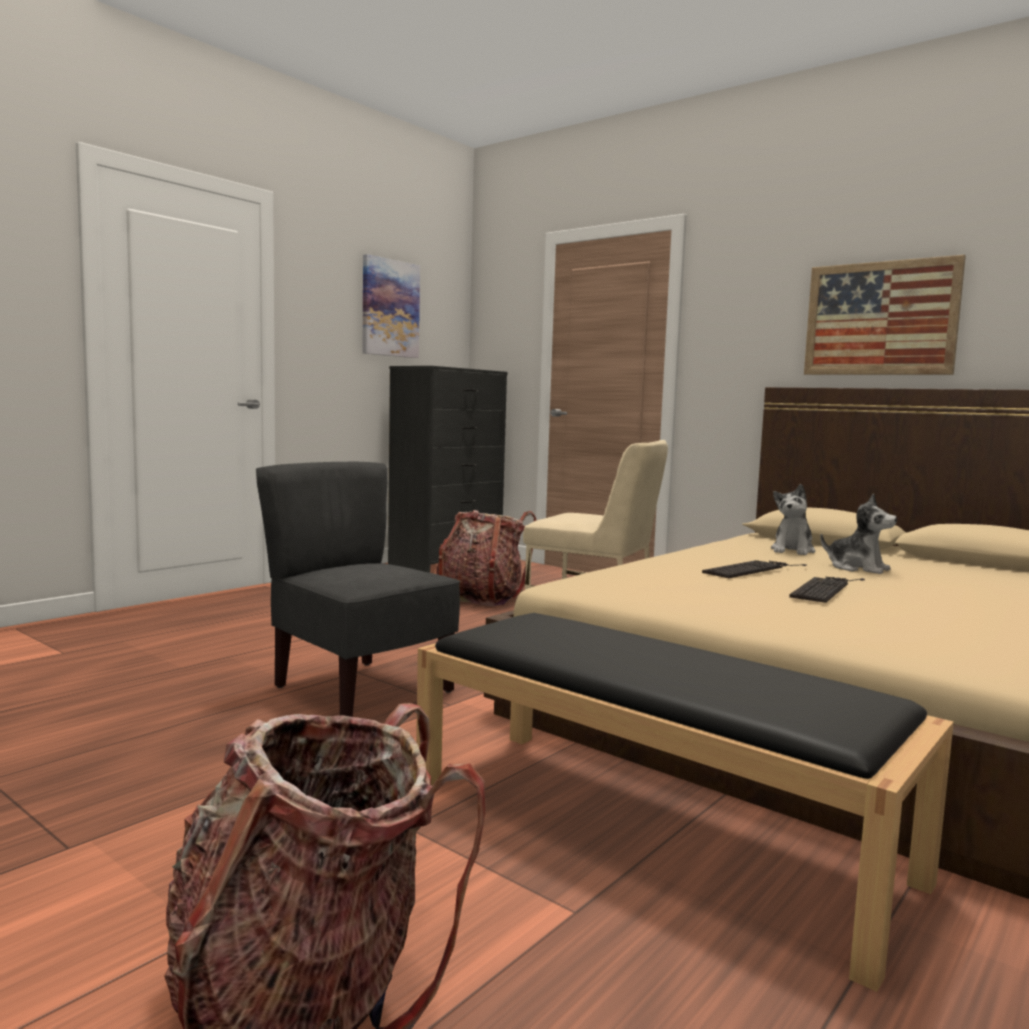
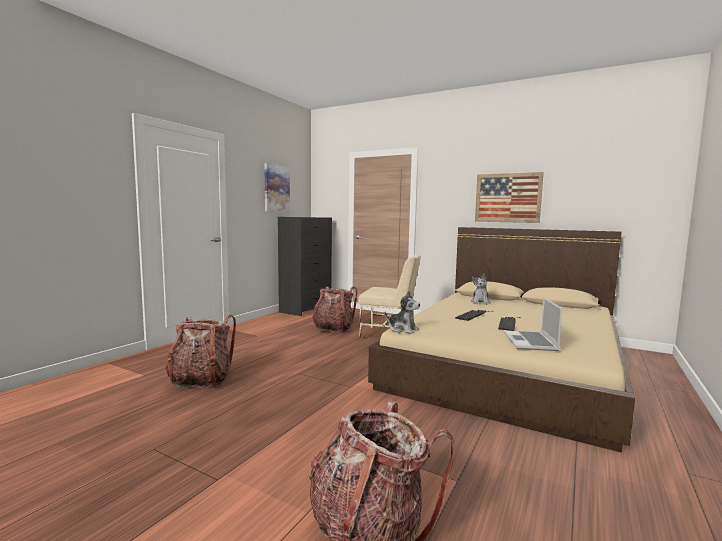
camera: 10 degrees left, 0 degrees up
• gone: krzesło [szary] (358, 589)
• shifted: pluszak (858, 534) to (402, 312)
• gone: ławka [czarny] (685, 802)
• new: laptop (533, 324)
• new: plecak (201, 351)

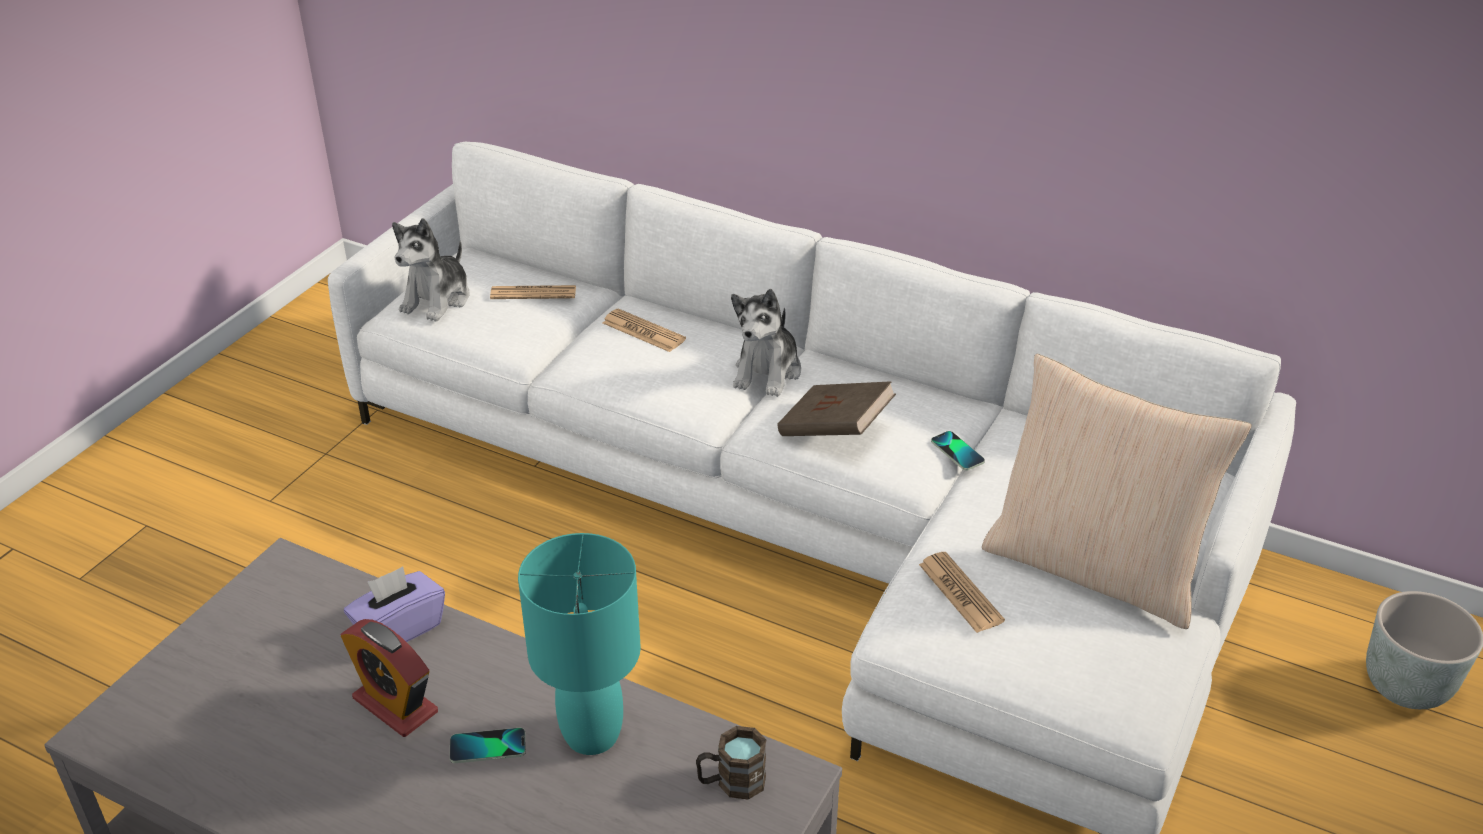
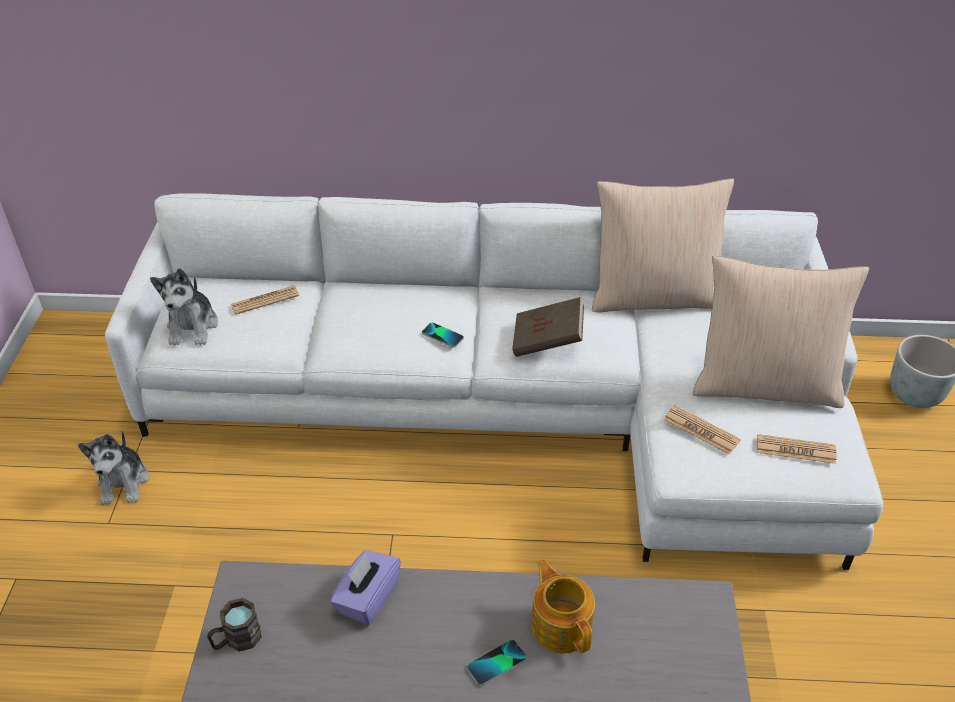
camera: 25 degrees left, 5 degrees up
• shifted: pluszak (766, 343) to (113, 468)
• shifted: gazeta (644, 330) to (797, 449)
• shifted: telefon (958, 451) to (443, 335)
• swapped: lampa stołowa [turkusowy] (579, 644) to imbryk (563, 606)
• gone: budzik (389, 678)
• shifted: kubek [brązowy] (731, 763) to (234, 625)
• new: poduszka [beżowy] (663, 245)

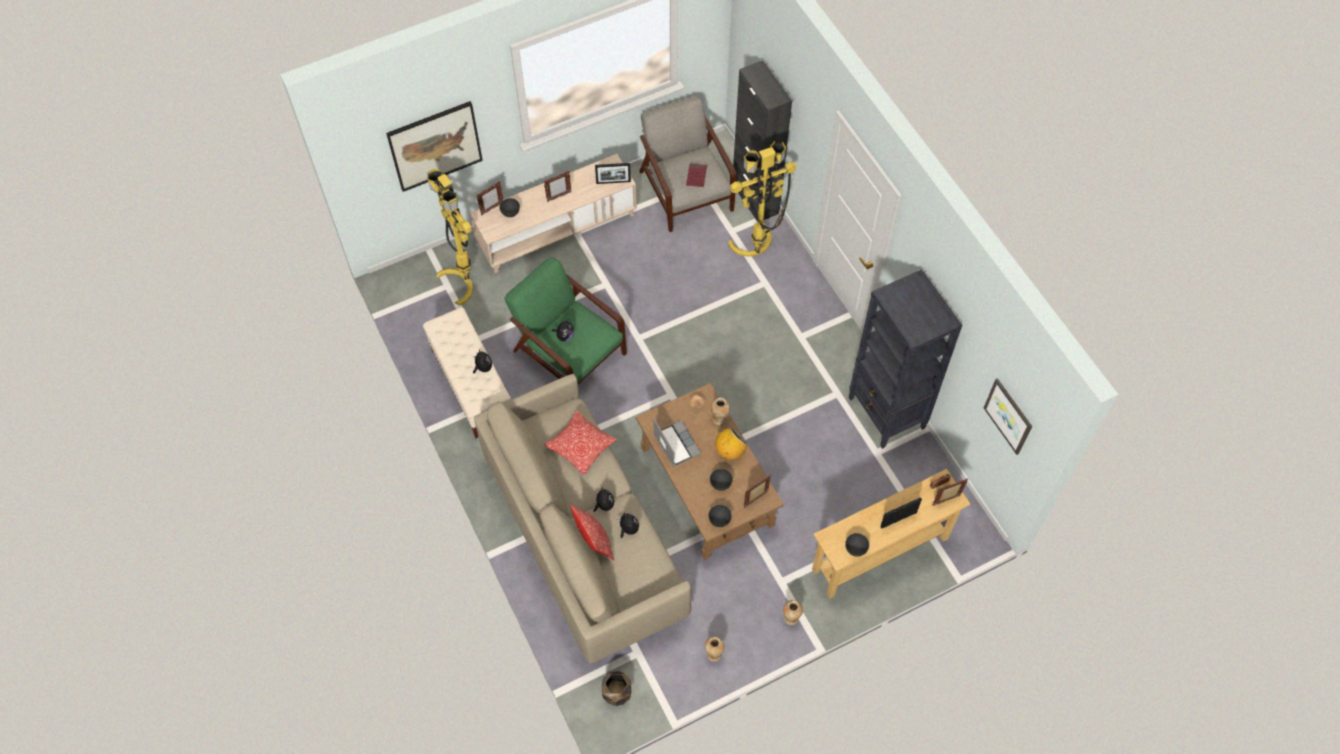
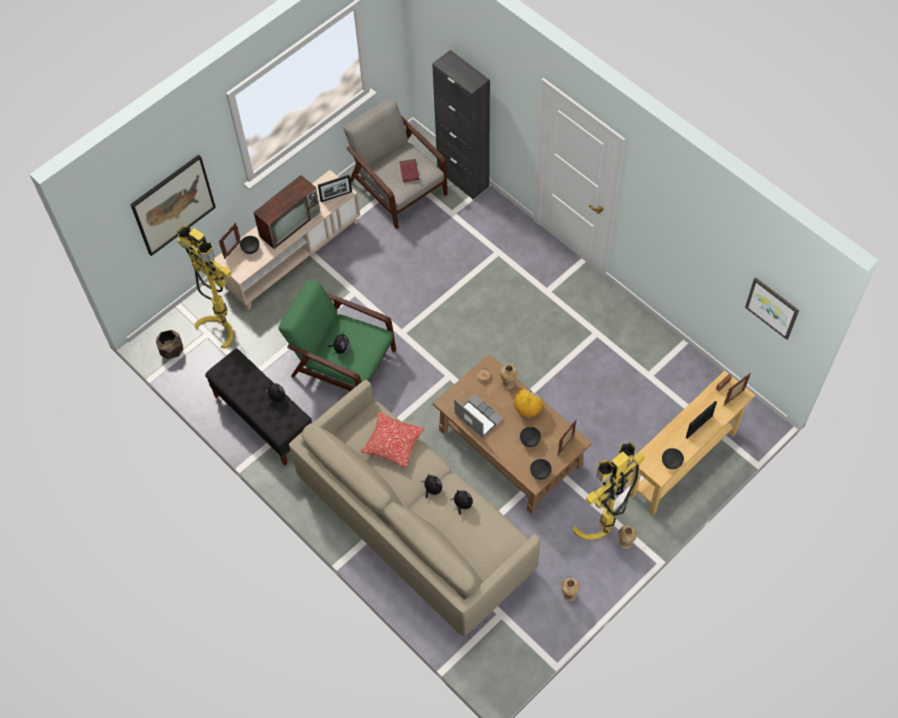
camera: 15 degrees left, 0 degrees up
• shifted: lampa stojąca [żółty] (762, 198) to (609, 490)
• swapped: ramka na zdjęcie (557, 186) to telewizor (286, 212)
• gone: regał [czarny] (905, 359)
• repainted: ławka [beżowy] (467, 372) to ławka [czarny] (258, 407)
• gone: poduszka (592, 531)
• shifted: donica [brązowy] (616, 688) to (169, 344)

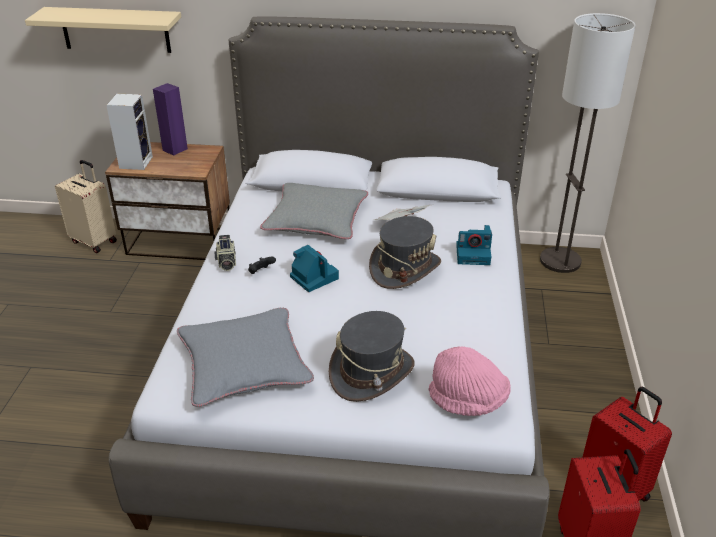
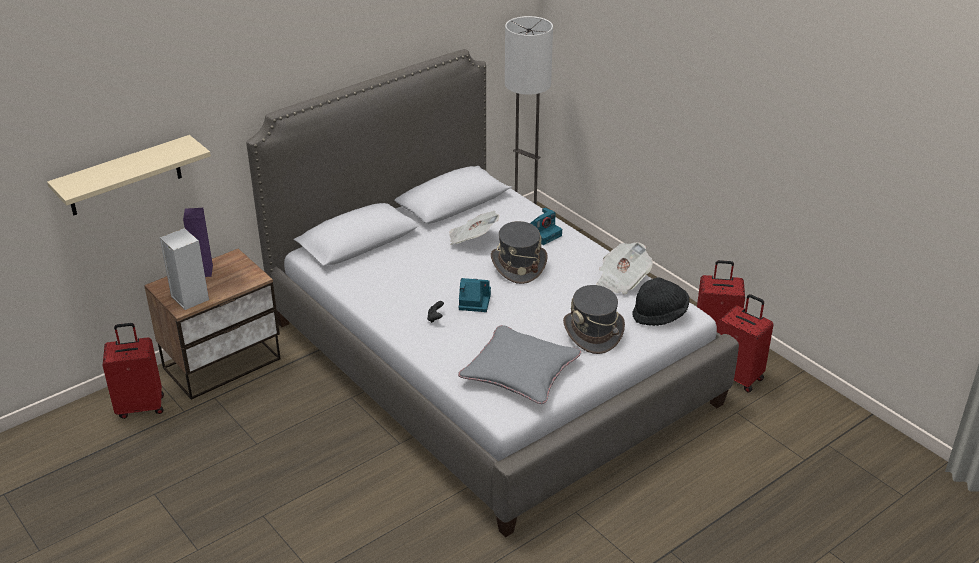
camera: 45 degrees left, 0 degrees up
• repainted: walizka [beżowy] (86, 206) to walizka [czerwony] (133, 371)
• gone: poduszka [szary] (314, 211)
• gone: aparat fotograficzny (225, 253)
• repainted: kapelusz [różowy] (469, 381) to kapelusz [czarny] (661, 302)
• new: gazeta (624, 268)

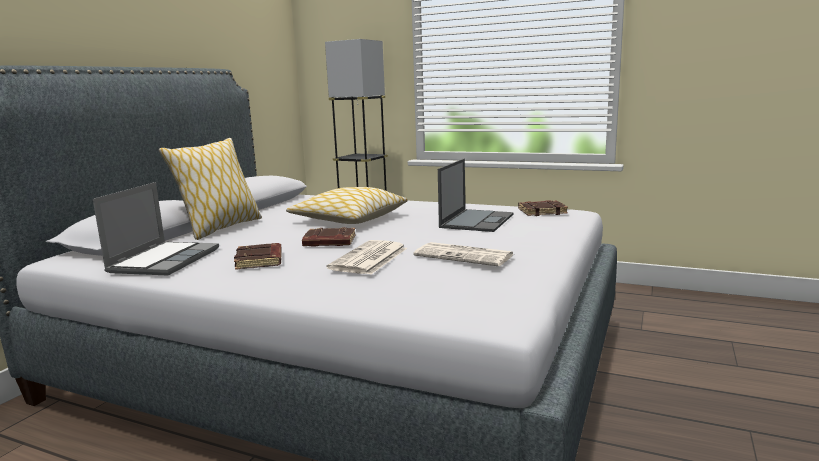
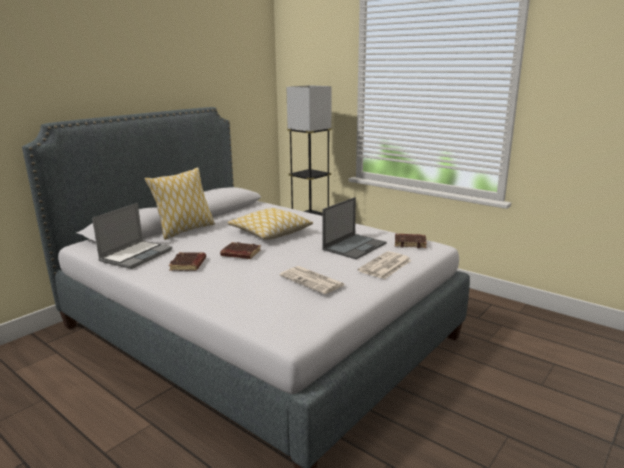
camera: 15 degrees right, 5 degrees up
• shifted: gazeta (367, 257) to (385, 265)

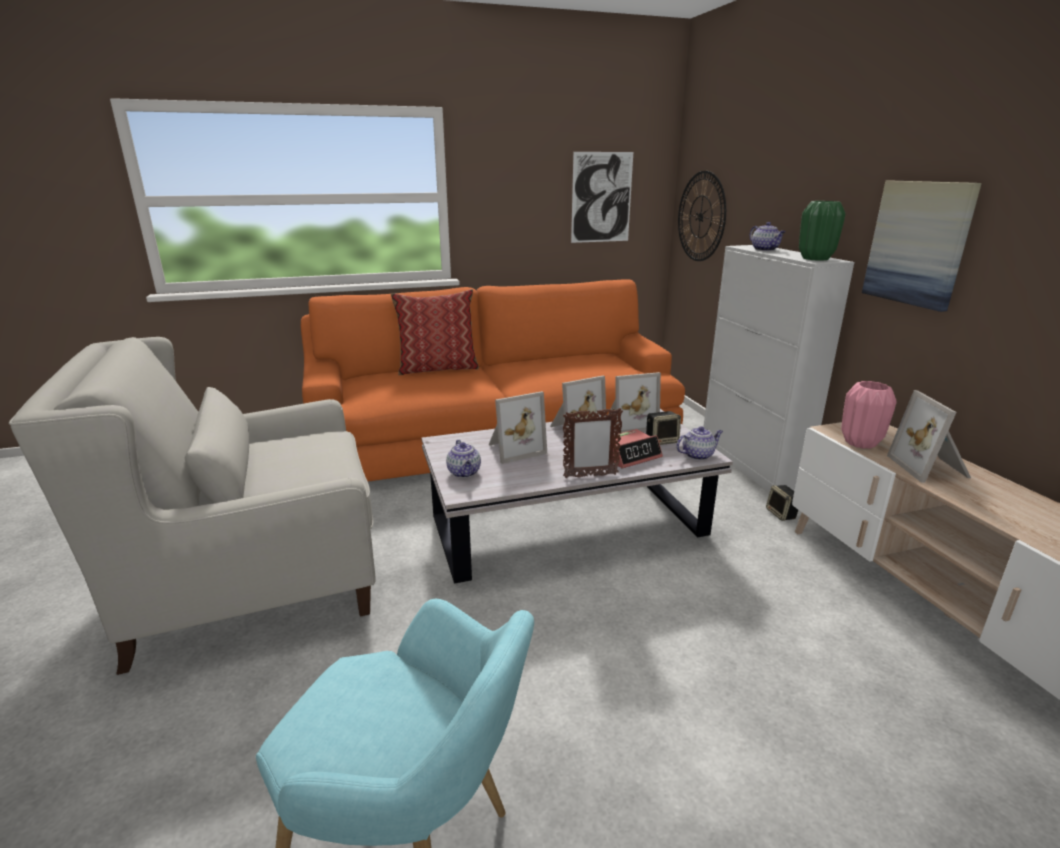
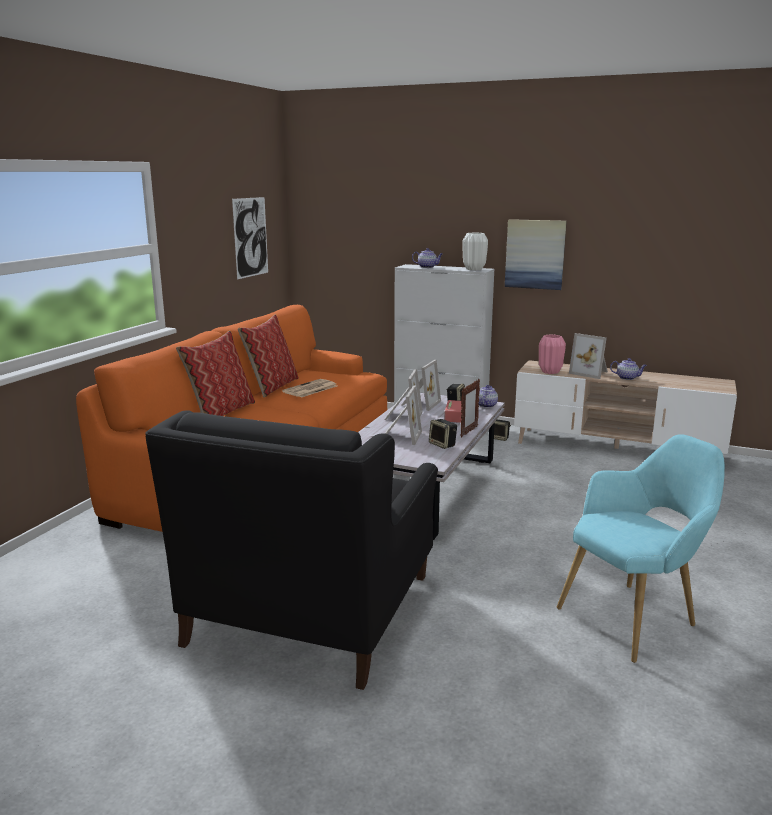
camera: 50 degrees left, 5 degrees down
• gone: zegar ścienny (702, 216)
• repainted: wazon [zielony] (822, 231) to wazon [biały] (475, 251)
• repainted: fotel [biały] (192, 506) to fotel [czarny] (291, 550)
• shifted: imbryk (463, 459) to (628, 369)
• new: poduszka (268, 356)
• new: gazeta (309, 388)
• new: głośnik (443, 434)

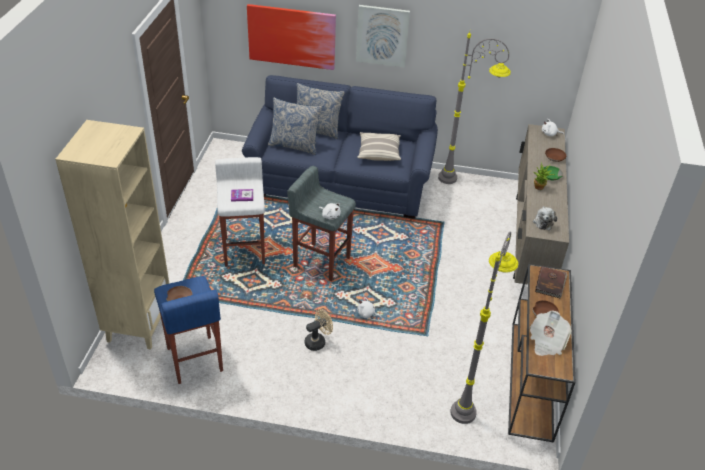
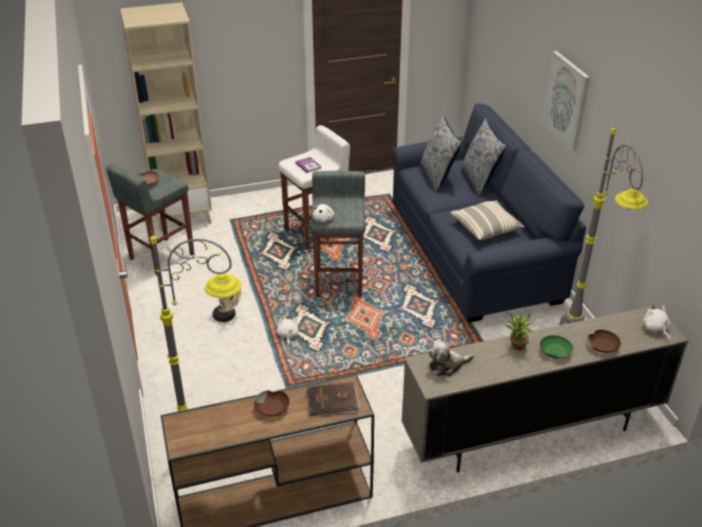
camera: 65 degrees right, 5 degrees down
• gone: obraz (291, 37)
• repainted: stołek [niebieski] (188, 330) to stołek [szary] (150, 219)
• gone: gazeta (551, 333)

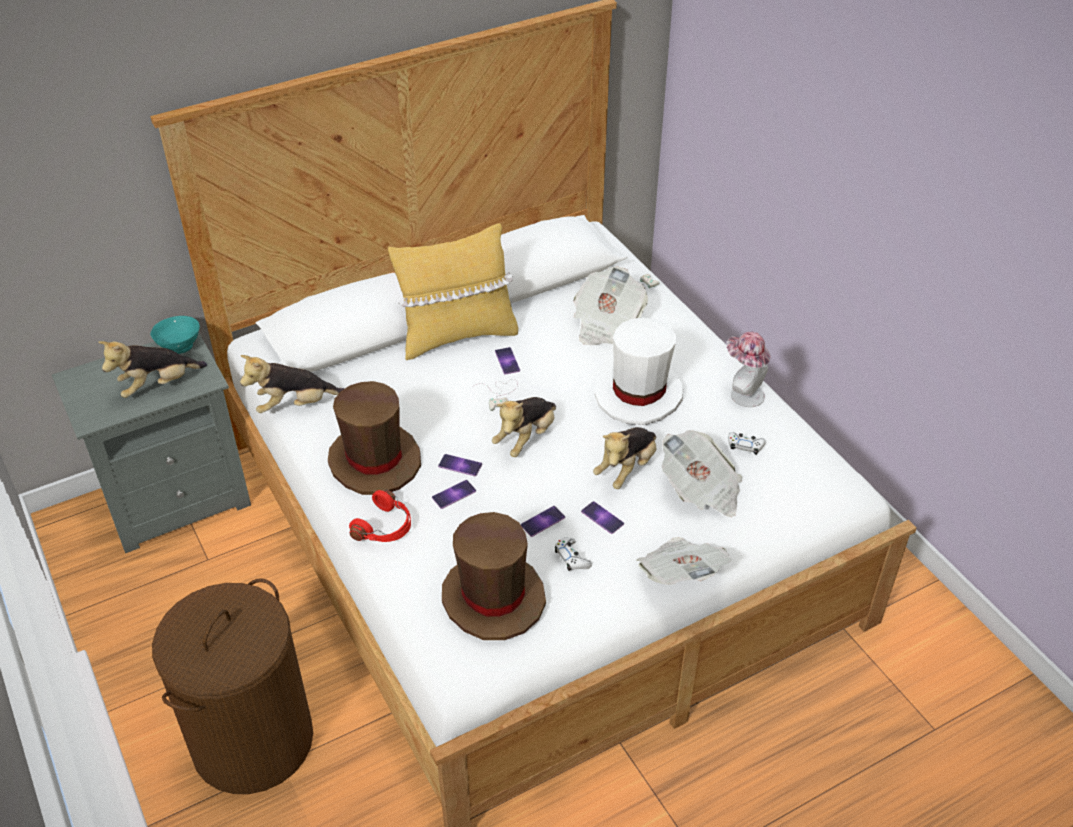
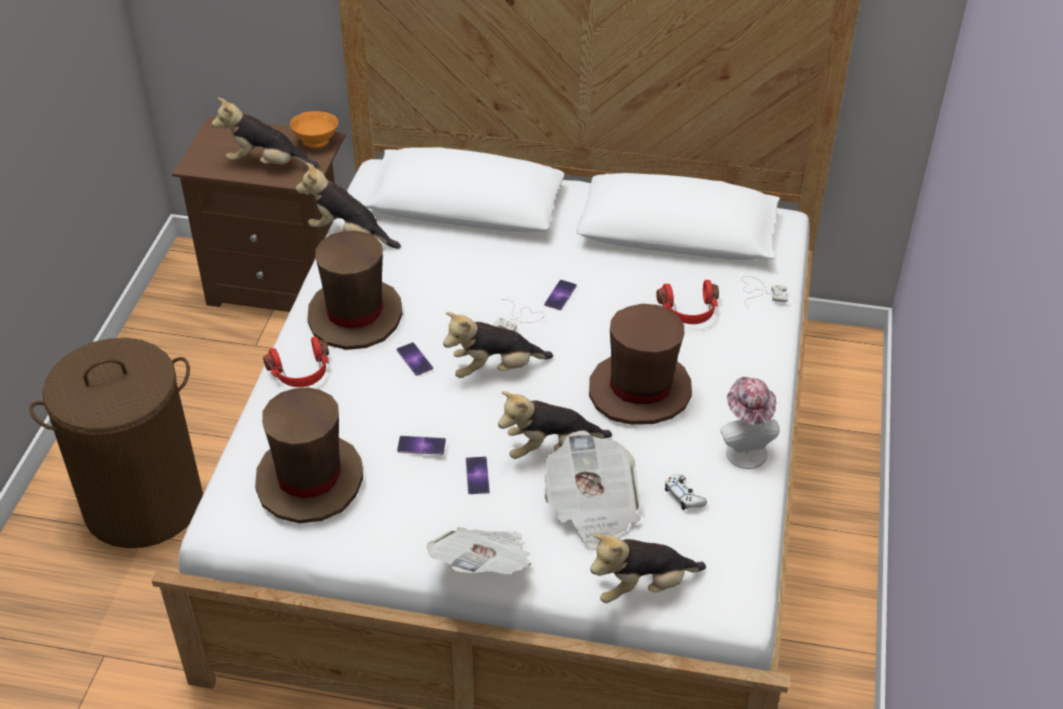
camera: 40 degrees right, 0 degrees up
• gone: poduszka [żółty] (453, 291)
• swapped: gazeta (610, 305) to słuchawki [czerwony] (687, 302)
• repainted: miska [turkusowy] (175, 335) to miska [pomarańczowy] (314, 129)
• repainted: kapelusz [biały] (638, 371) to kapelusz [brązowy] (640, 364)
• repainted: szafka nocna [szary] (151, 442) to szafka nocna [brązowy] (258, 214)
• gone: telefon (454, 494)
• gone: pad do gier [biały] (573, 554)
• new: pluszak (648, 568)

